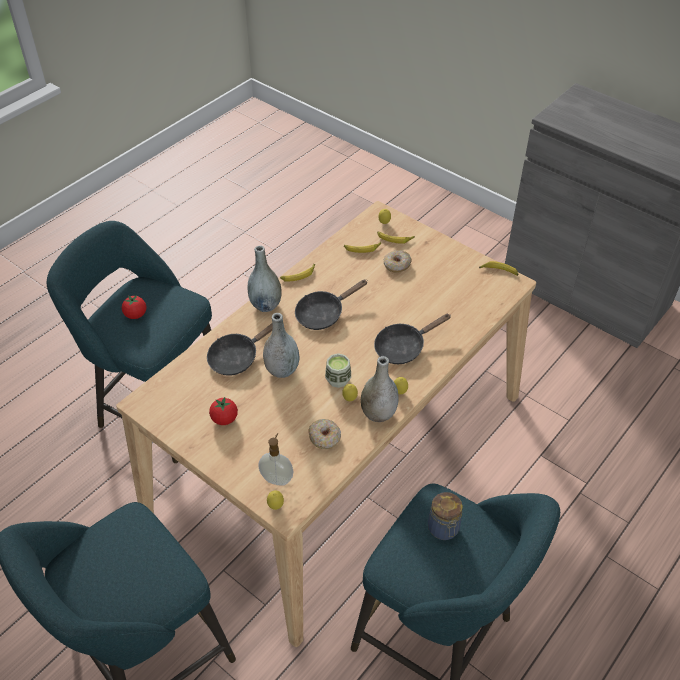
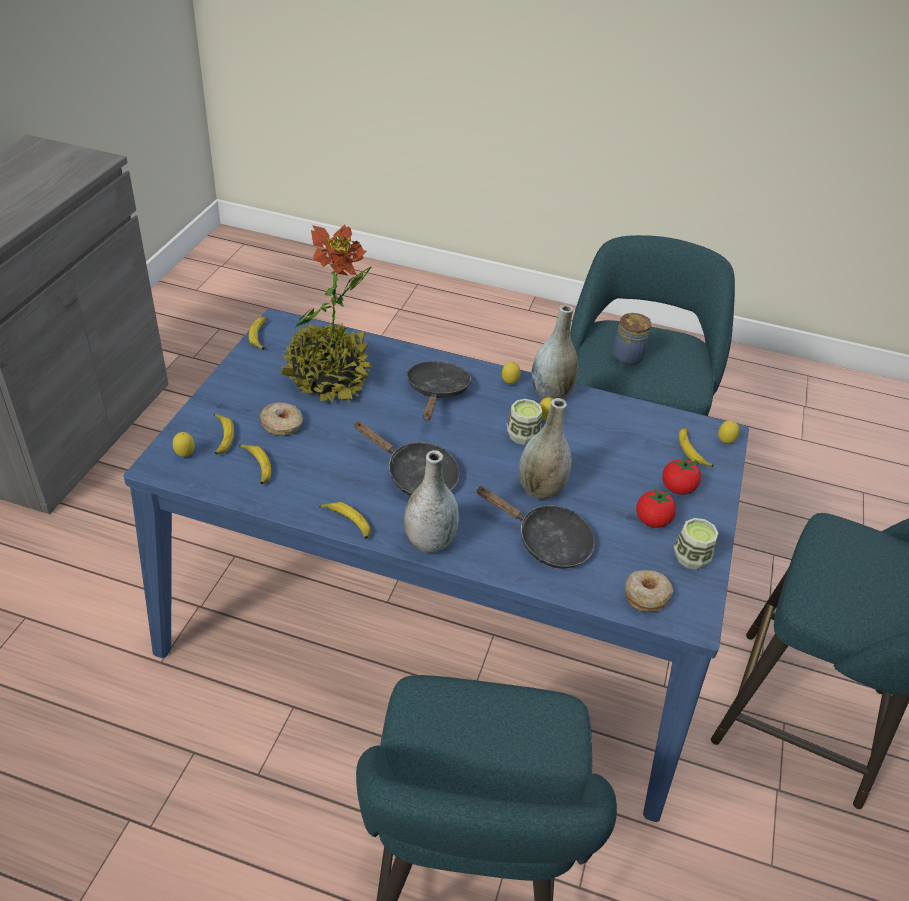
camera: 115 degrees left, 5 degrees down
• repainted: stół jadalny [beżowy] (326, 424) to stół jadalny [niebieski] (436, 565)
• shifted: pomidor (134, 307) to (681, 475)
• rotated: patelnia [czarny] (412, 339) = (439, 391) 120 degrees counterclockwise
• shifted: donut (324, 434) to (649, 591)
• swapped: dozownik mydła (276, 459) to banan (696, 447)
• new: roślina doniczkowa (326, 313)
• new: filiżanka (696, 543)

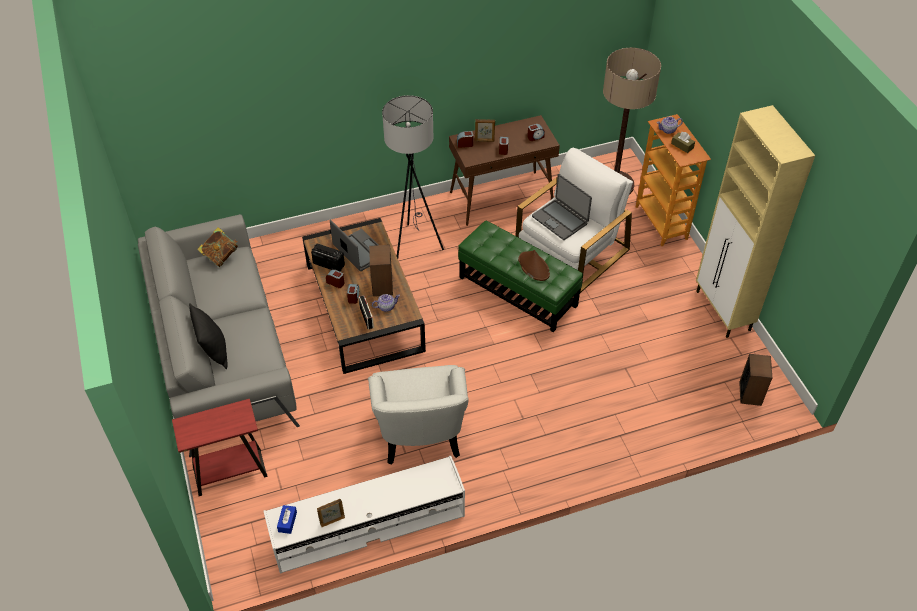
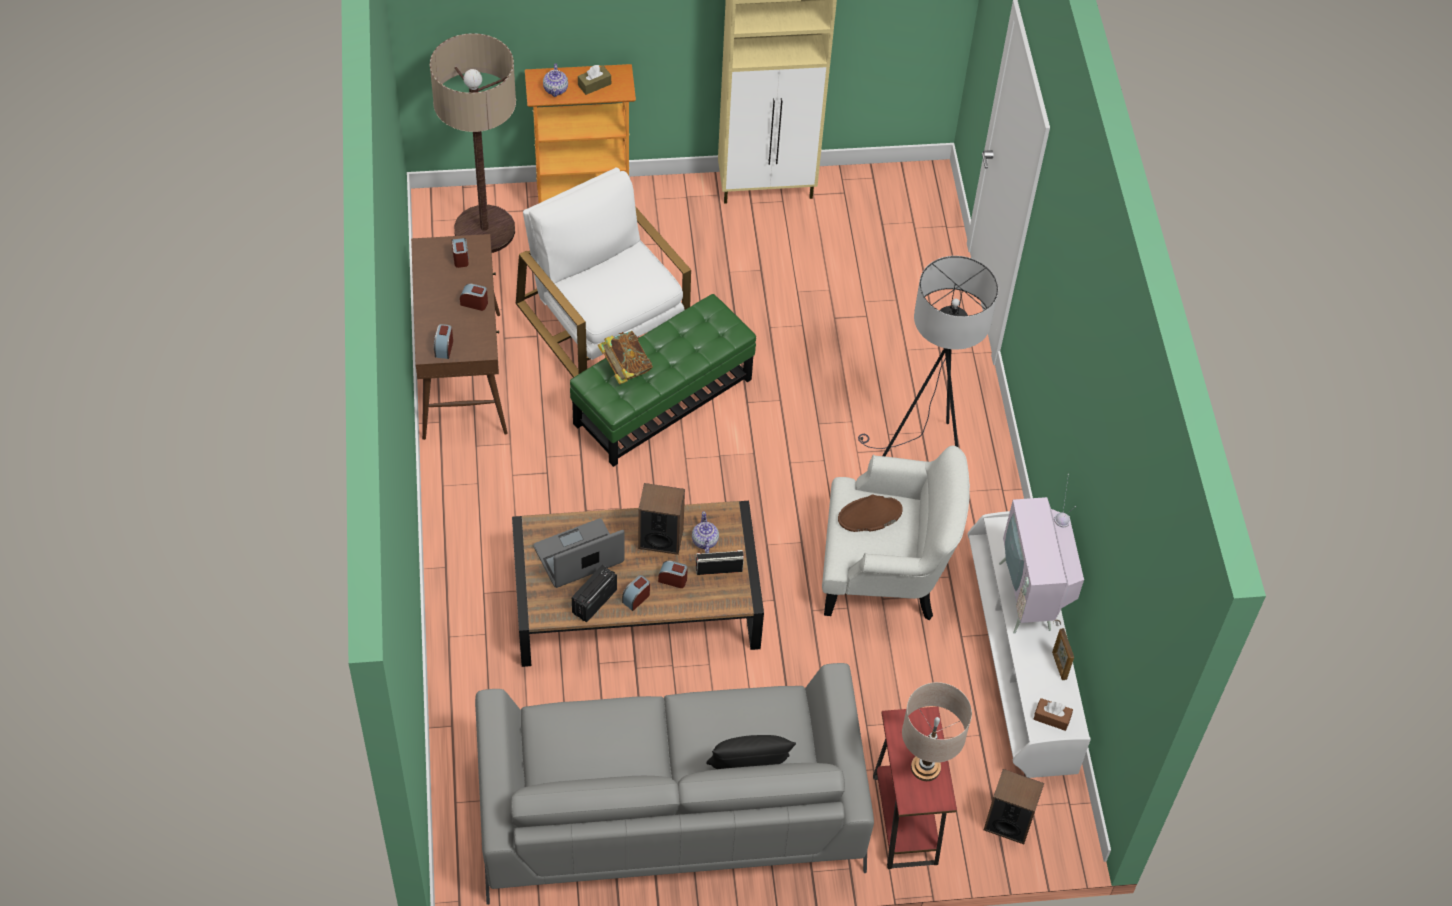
camera: 80 degrees left, 5 degrees up
• shifted: lampa stojąca [szary] (413, 176) to (928, 356)
• gone: ramka na zdjęcie (485, 130)
• gone: laptop (562, 207)
• shifted: książka (217, 247) to (625, 358)
• shifted: kapelusz [brązowy] (534, 265) to (870, 513)
• shifted: głośnik (755, 380) to (1014, 806)
• repainted: pudełko chusteczek [niebieski] (287, 519) to pudełko chusteczek [brązowy] (1053, 714)
• new: telewizor (1041, 554)
• new: lampa stołowa [beżowy] (937, 731)

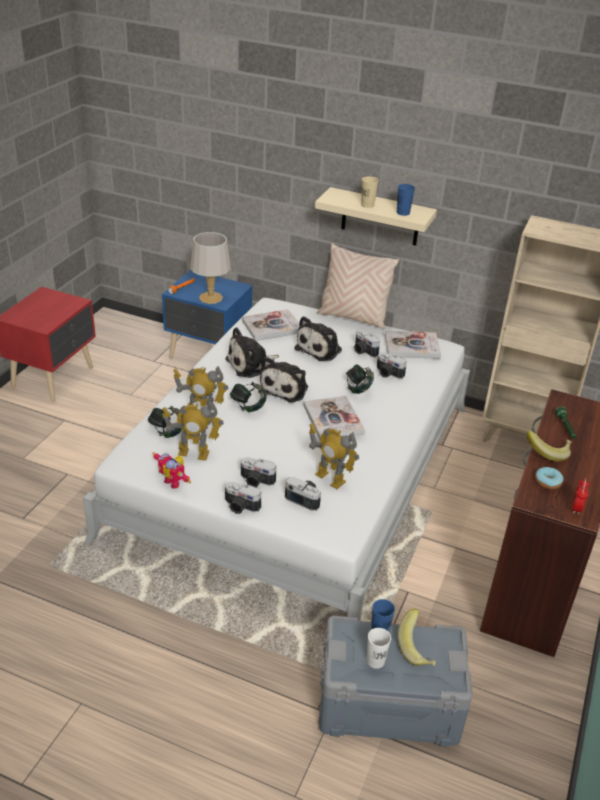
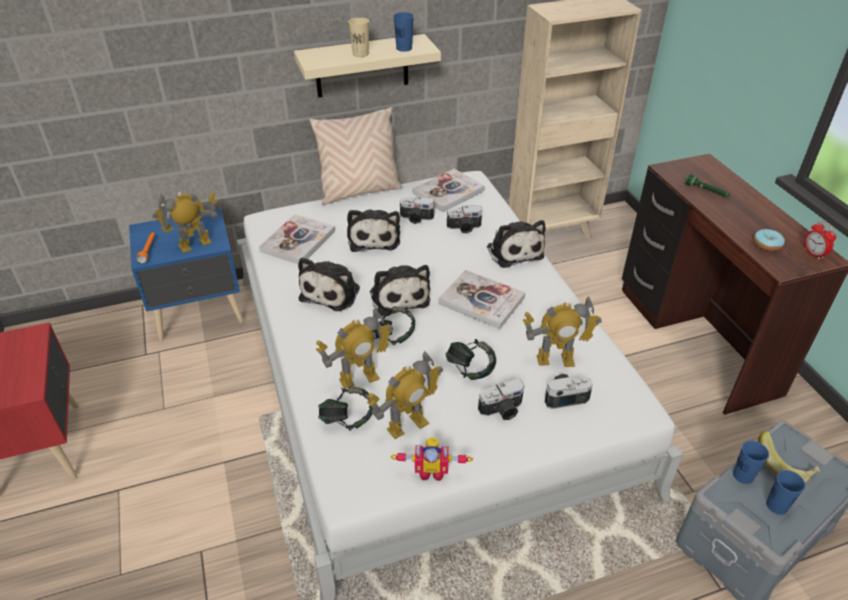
camera: 40 degrees left, 5 degrees up
• swapped: lampa stołowa [szary] (210, 268) to robot zabawkowy (185, 222)
• shifted: słuchawki (360, 379) to (471, 359)
• gone: banan (549, 446)
• gone: aparat fotograficzny (243, 498)
• repainted: filiżanka [biały] (379, 648) to filiżanka [niebieski] (785, 492)
• new: pluszak (516, 244)

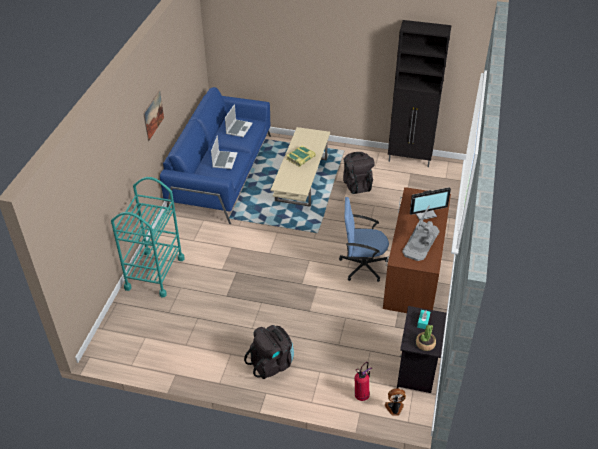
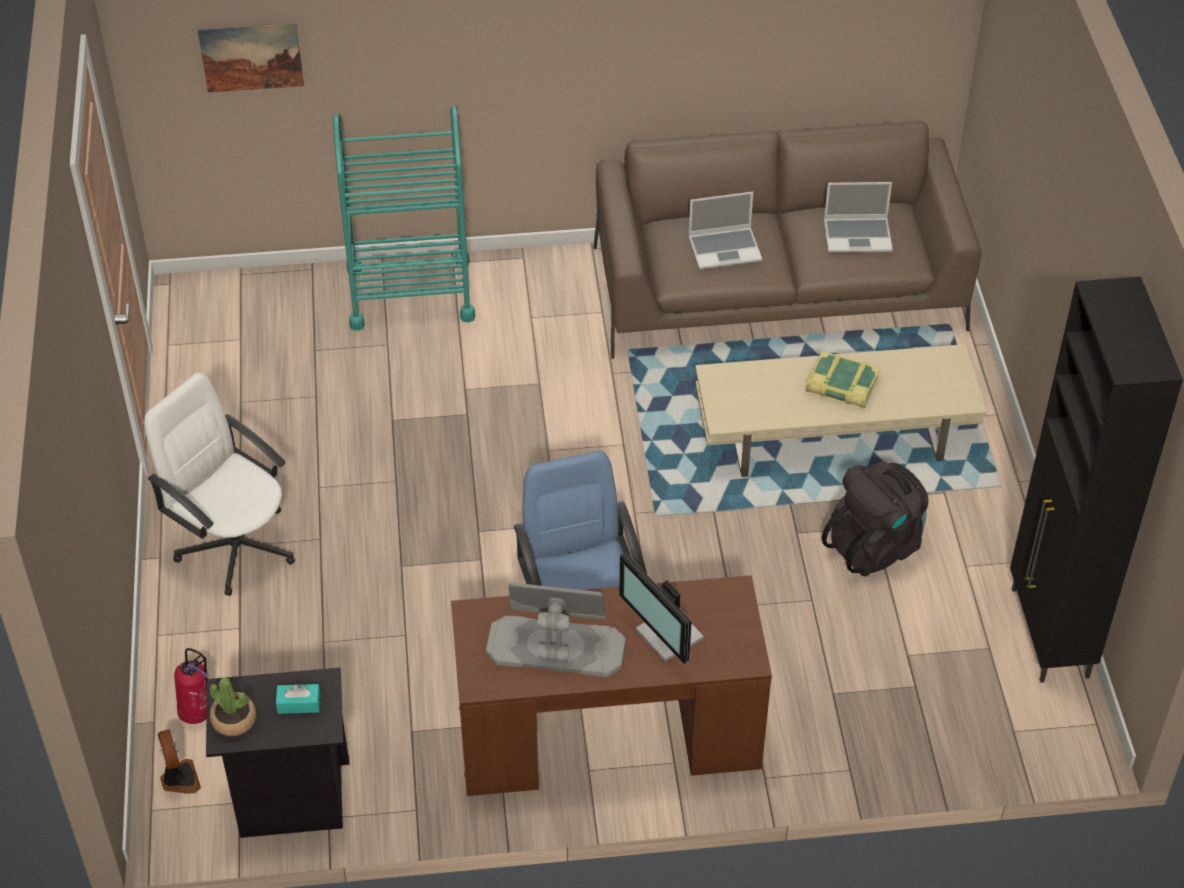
camera: 70 degrees right, 5 degrees up
• repainted: kanapa [niebieski] (215, 155) to kanapa [brązowy] (787, 240)
• shifted: obraz (153, 116) to (251, 57)
• swapped: plecak [czarny] (269, 352) to krzesło biurowe [biały] (219, 484)

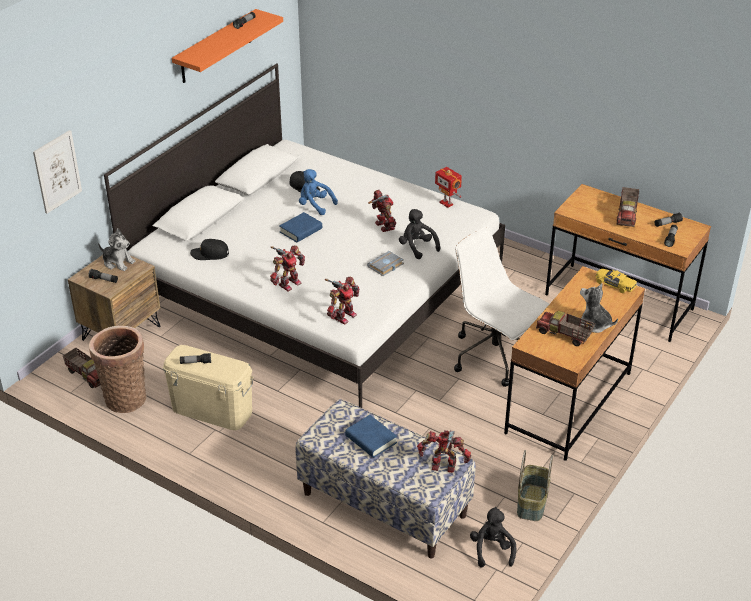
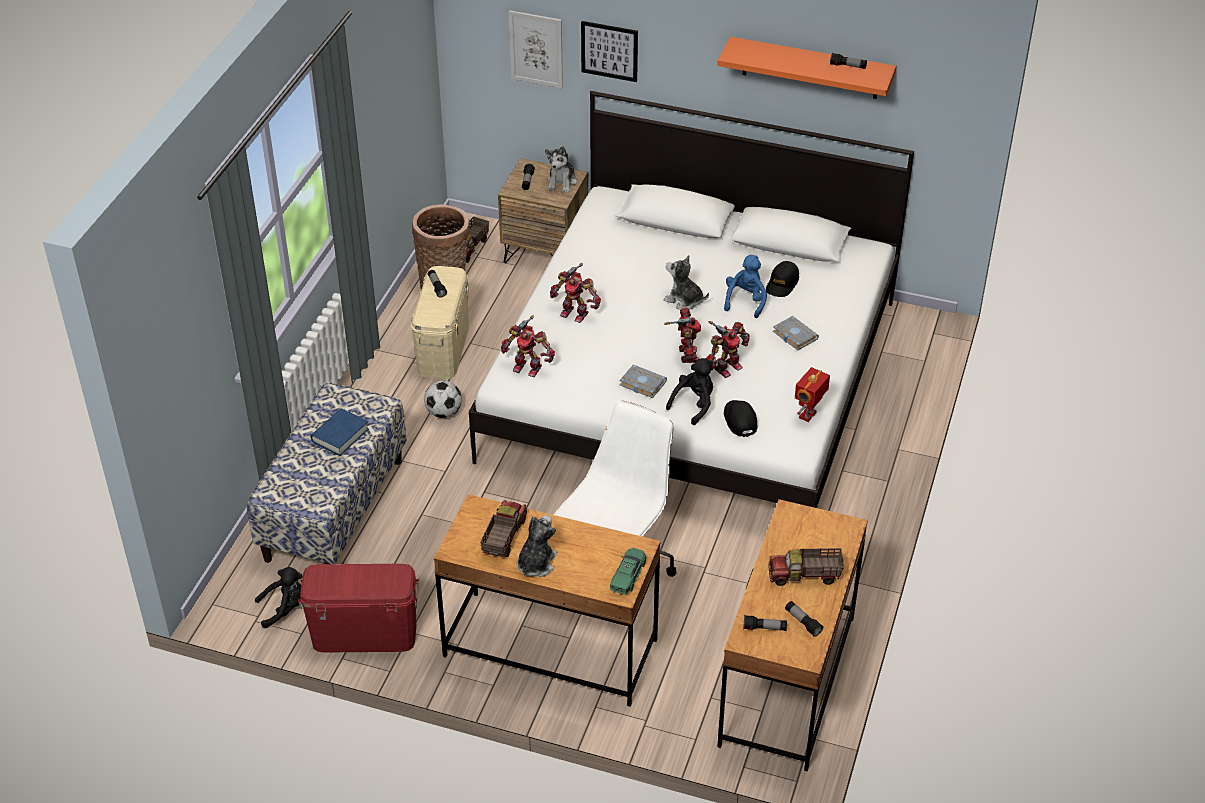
camera: 75 degrees right, 5 degrees up
• swapped: książka [niebieski] (300, 227) to pluszak (686, 282)
• shifted: czapka z daszkiem [czarny] (209, 249) to (741, 418)
• repainted: samochodzik [żółty] (616, 281) to samochodzik [zielony] (628, 571)
• shifted: robot zabawkowy (444, 451) to (682, 335)
• swapped: koszyk (535, 485) to pojemnik do przechowywania [czerwony] (358, 608)
• new: obraz (609, 51)
• new: książka [szary] (796, 333)
• new: piłka futbolowa (443, 399)

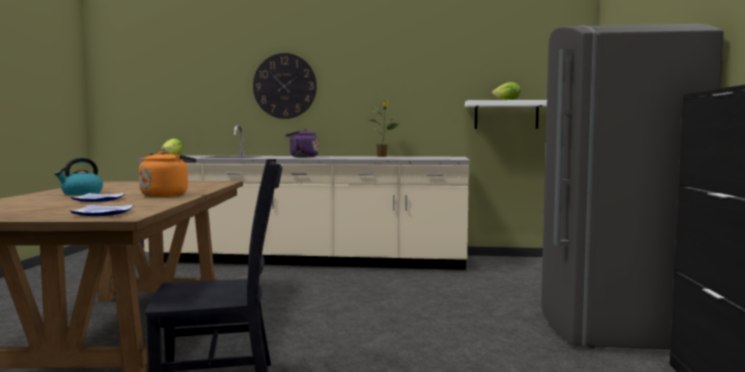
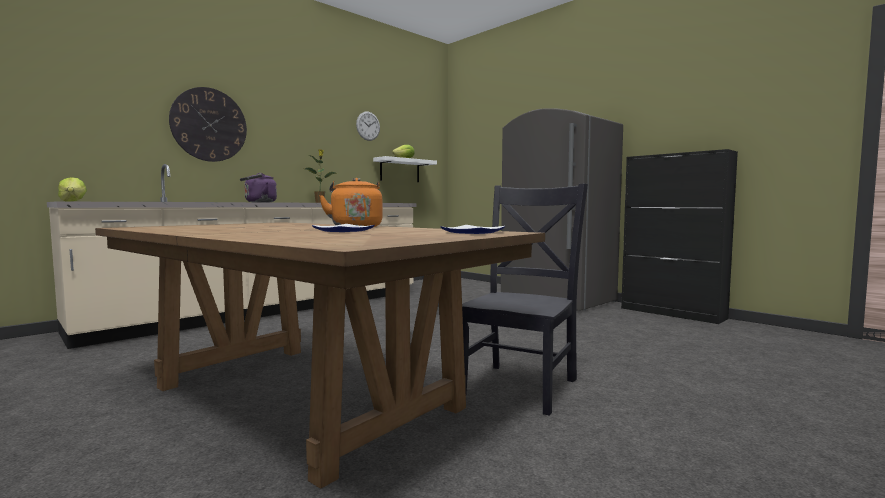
camera: 50 degrees left, 0 degrees up
• gone: czajnik (79, 176)
• new: zegar ścienny (368, 126)

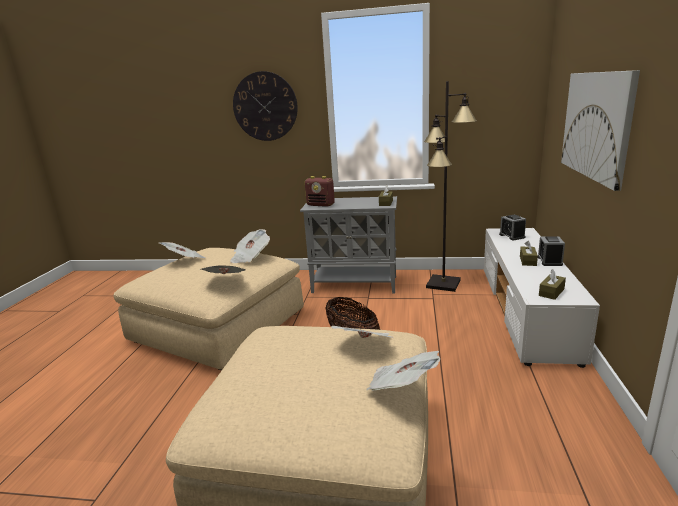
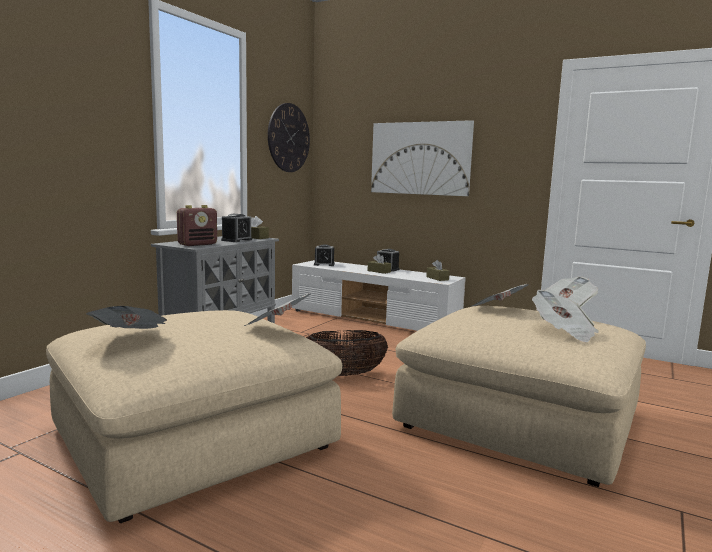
camera: 70 degrees left, 10 degrees down
• shifted: zegar ścienny (265, 106) to (289, 137)
• gone: lampa stojąca [czarny] (450, 186)
• shifted: gazeta (250, 246) to (565, 316)
• new: budzik (236, 228)

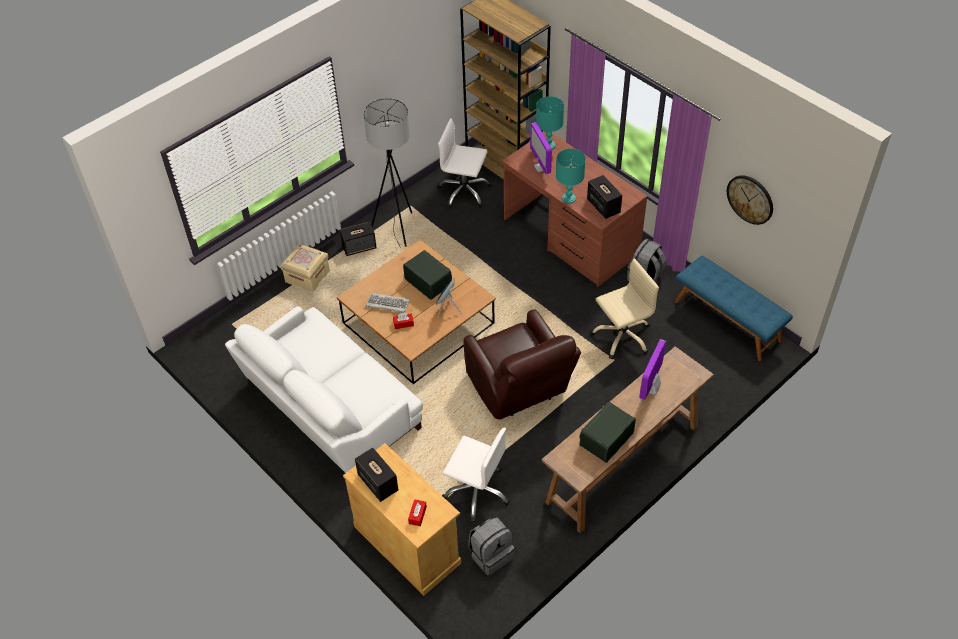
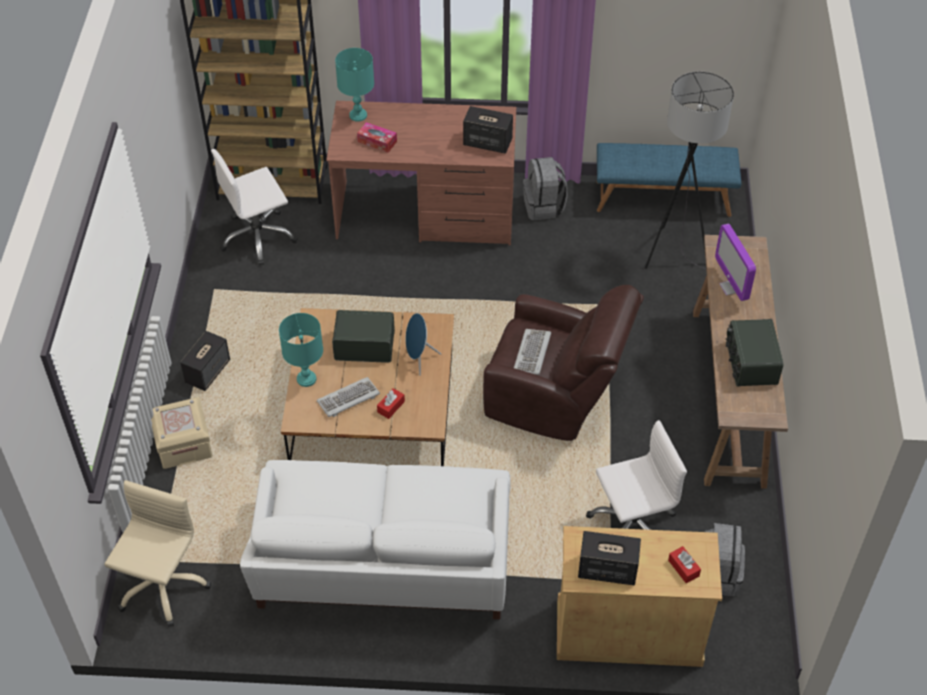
camera: 45 degrees left, 0 degrees up
• shifted: lampa stojąca [szary] (387, 175) to (689, 170)
• swapped: monitor (541, 148) to pudełko chusteczek (377, 137)
• shifted: lampa stołowa [turkusowy] (570, 176) to (301, 350)
• gone: zegar ścienny (750, 200)
• shifted: krzesło biurowe [beżowy] (624, 308) to (157, 553)
• new: klawiatura (532, 352)

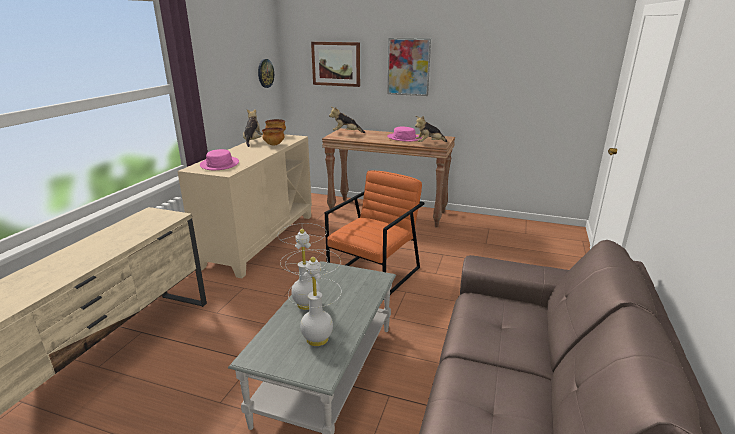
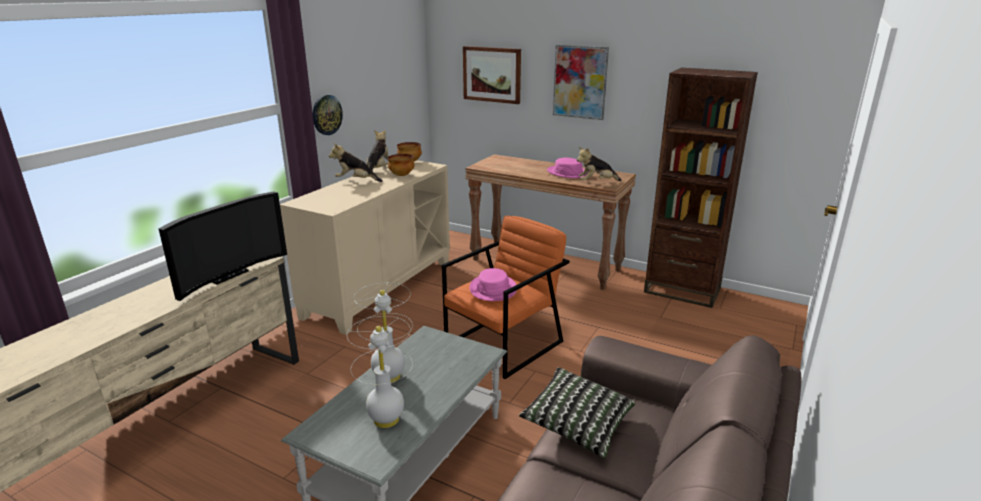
camera: 10 degrees right, 0 degrees up
• shifted: zegar ścienny (266, 73) to (328, 115)
• shifted: pluszak (347, 120) to (356, 162)
• shifted: kapelusz [różowy] (219, 159) to (493, 284)
• new: regał [brązowy] (701, 188)
• new: telewizor (223, 246)
• new: poduszka (577, 412)

